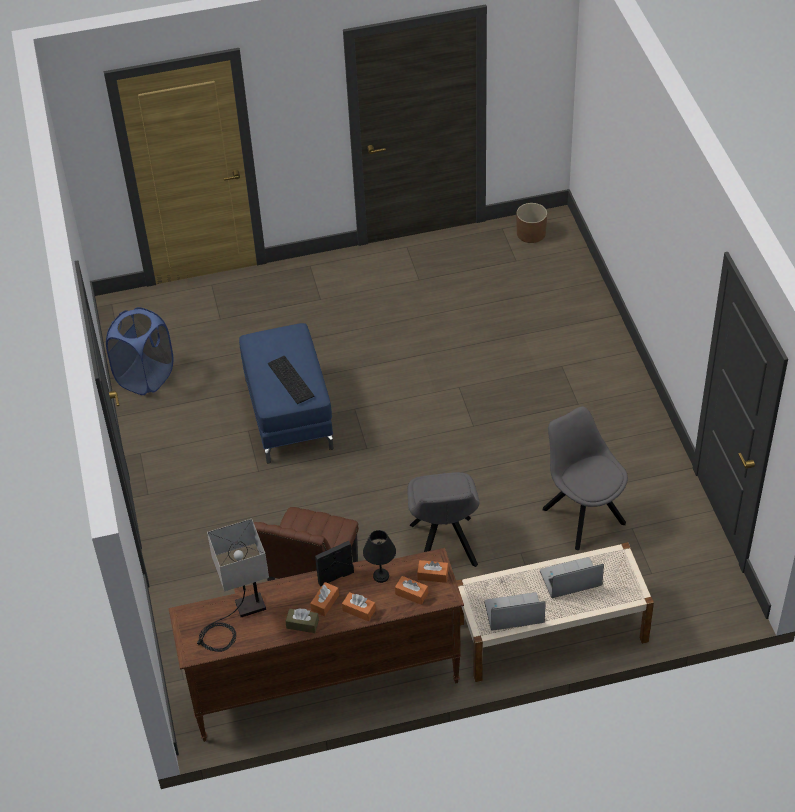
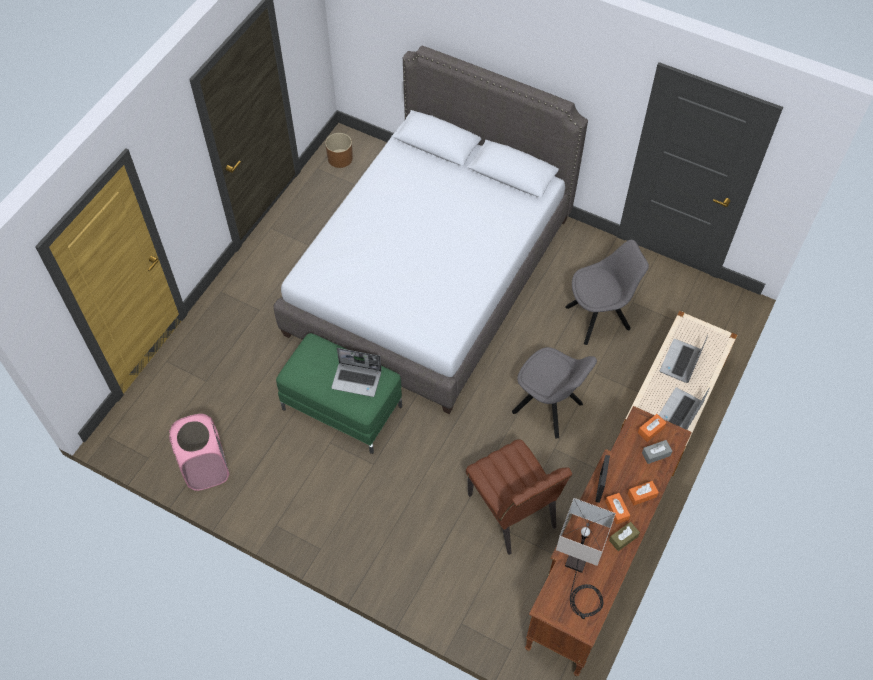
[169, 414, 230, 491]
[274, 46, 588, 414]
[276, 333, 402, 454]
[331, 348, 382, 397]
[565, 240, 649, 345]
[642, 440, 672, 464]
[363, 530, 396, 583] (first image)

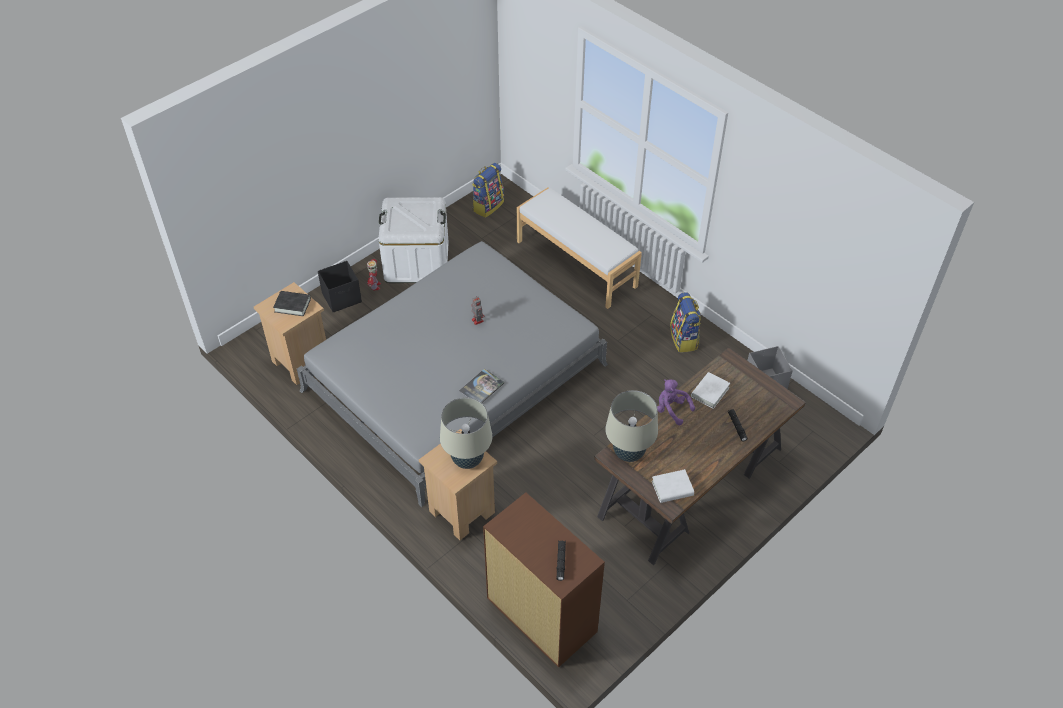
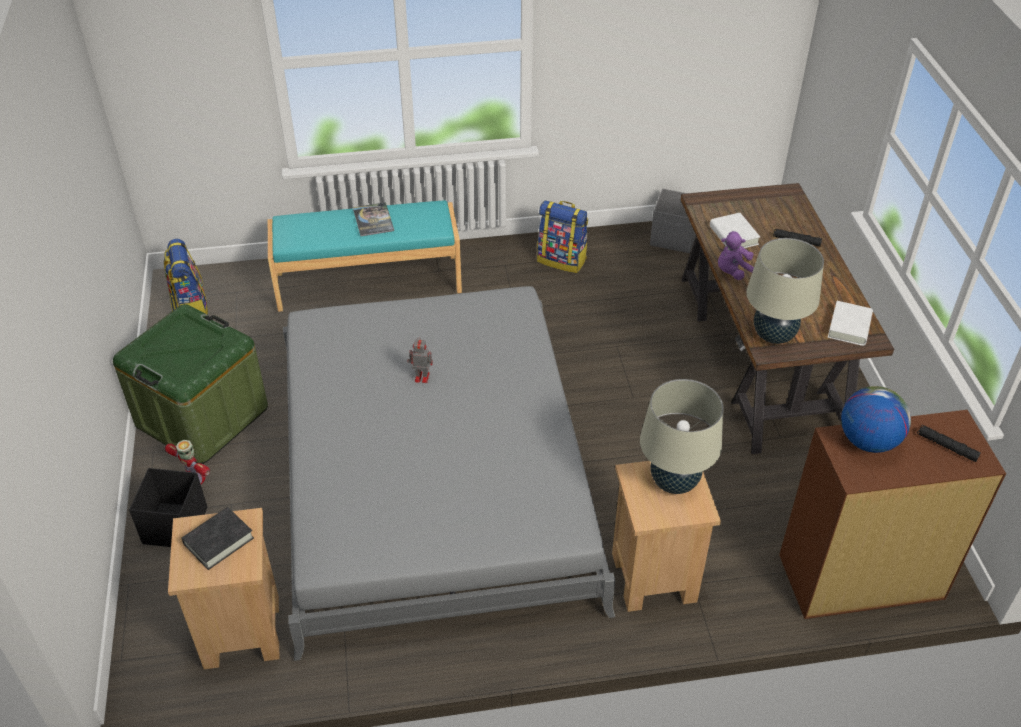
[113, 304, 268, 464]
[268, 200, 462, 312]
[353, 202, 394, 236]
[841, 386, 911, 453]

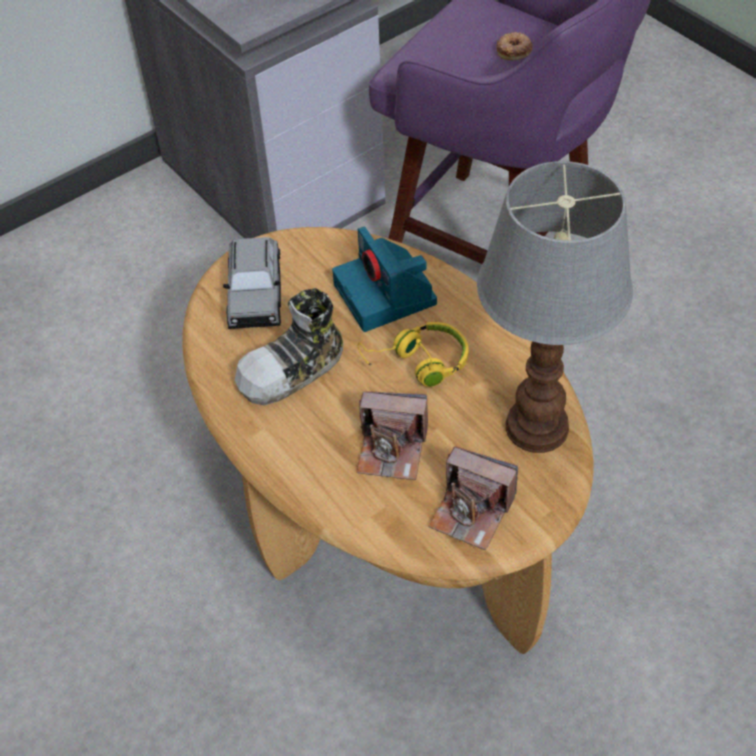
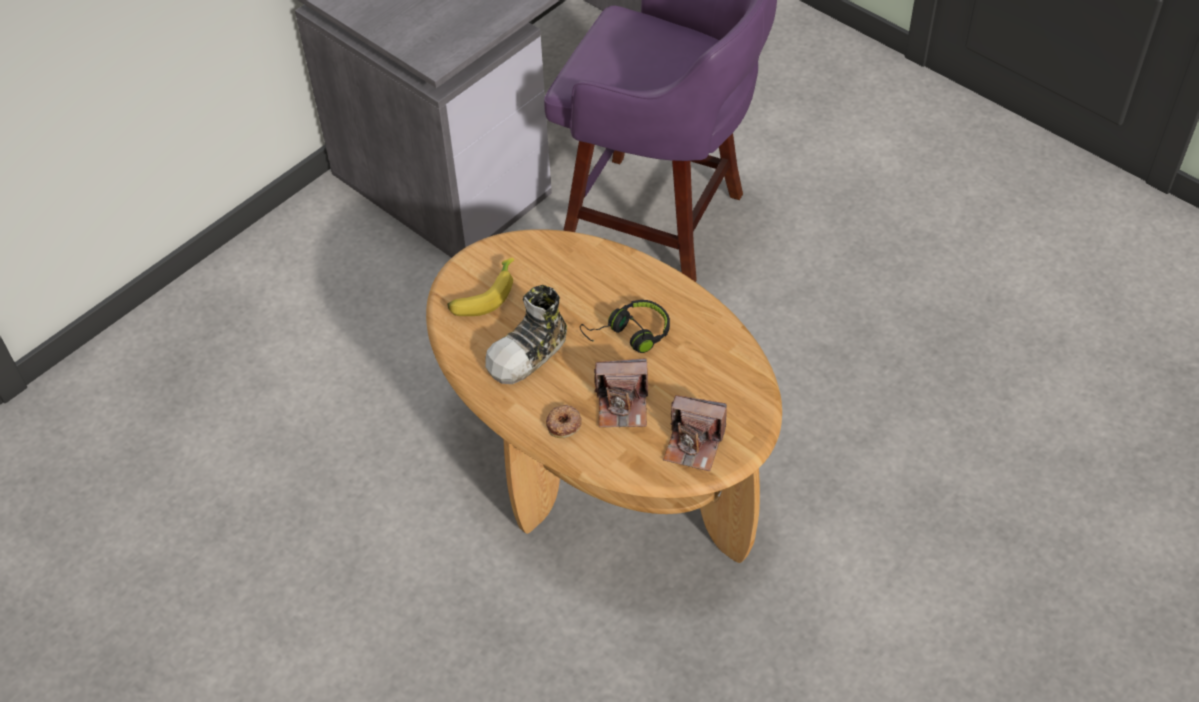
[447, 258, 514, 316]
[546, 405, 582, 438]
[580, 300, 670, 353]
[332, 226, 437, 332] (first image)
[477, 161, 633, 453] (first image)

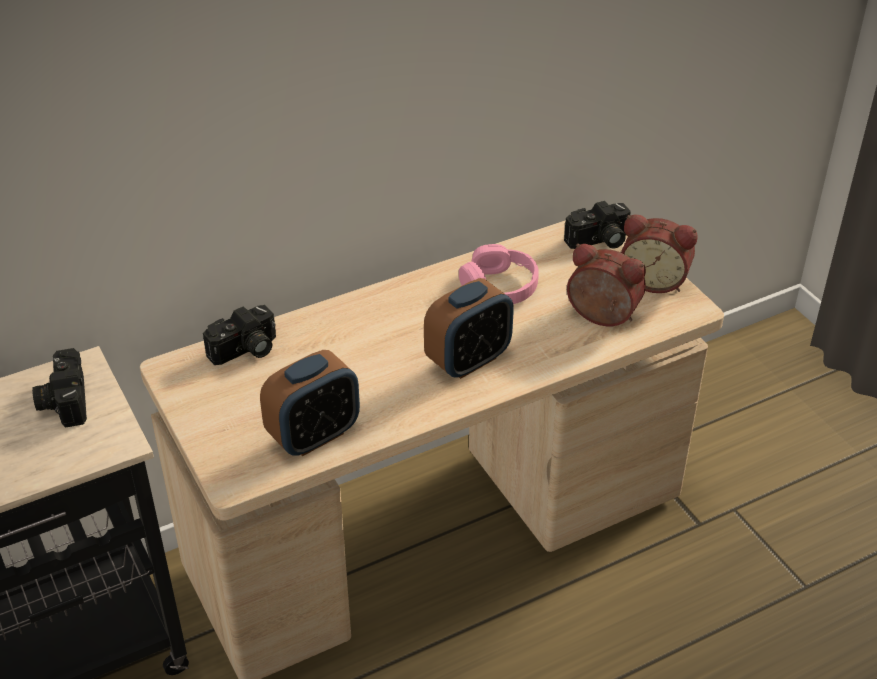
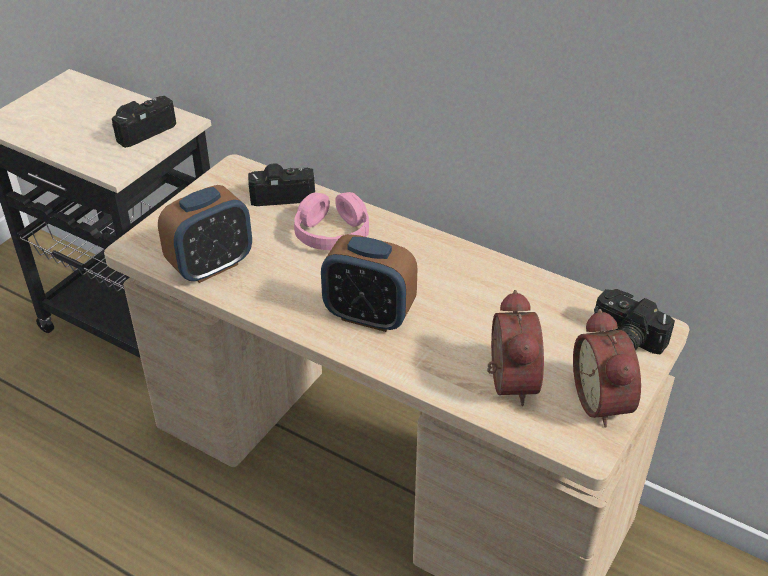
[158, 185, 252, 283]
[248, 163, 315, 206]
[294, 192, 369, 250]

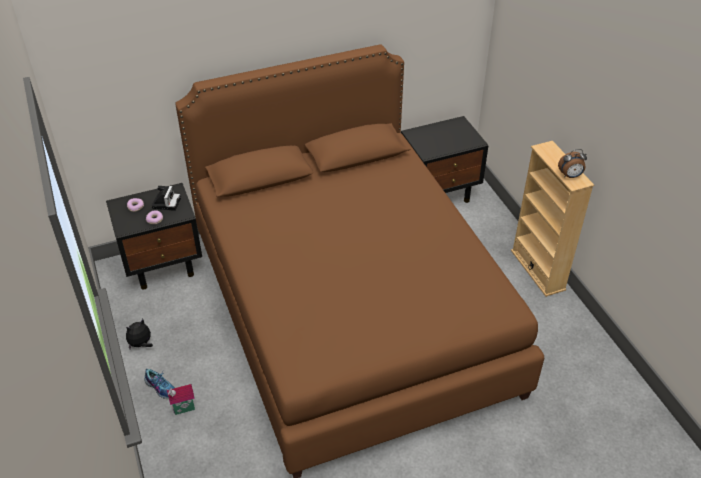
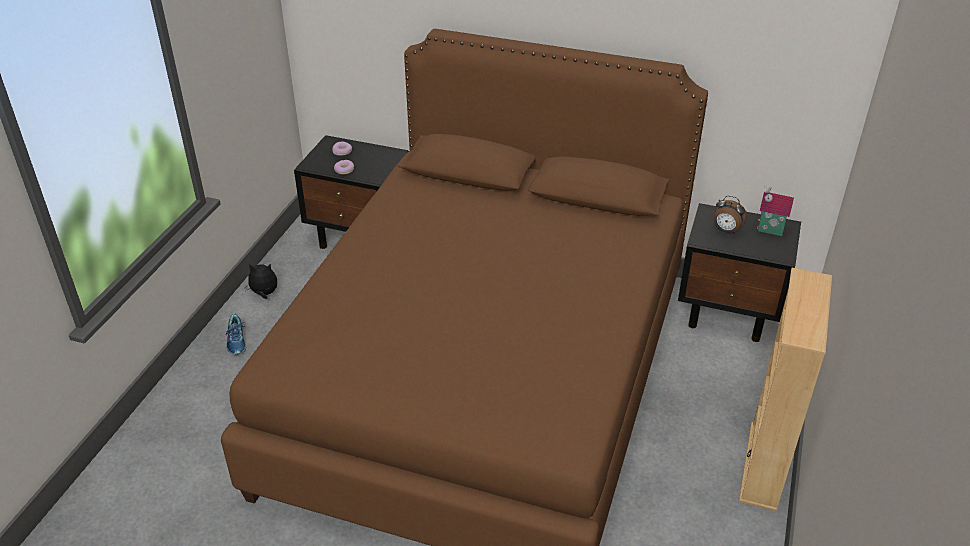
[714, 195, 747, 233]
[757, 186, 794, 236]
[152, 186, 181, 211] (first image)

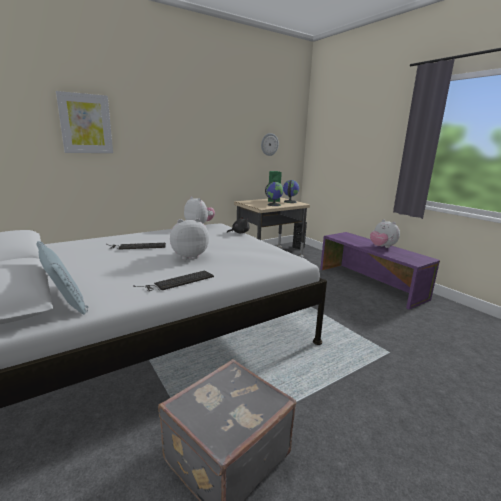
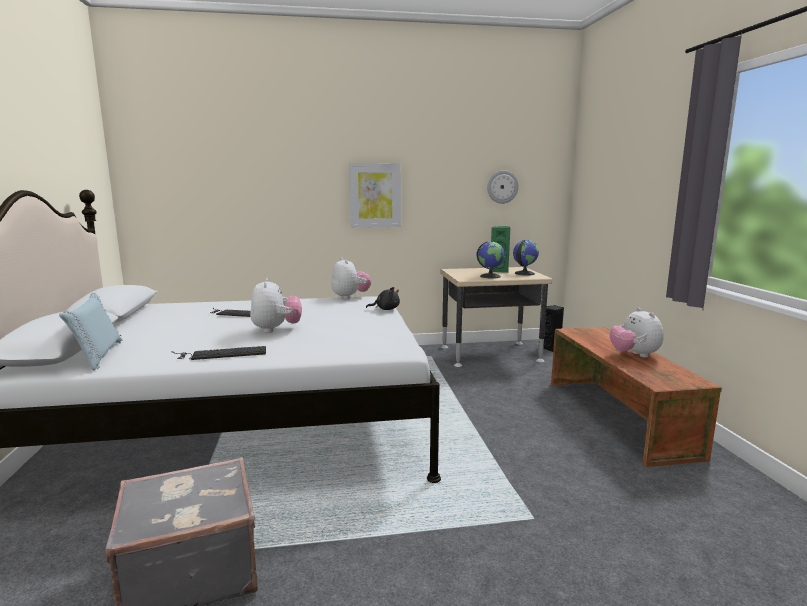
[250, 278, 302, 333]
[349, 163, 401, 228]
[551, 327, 722, 467]

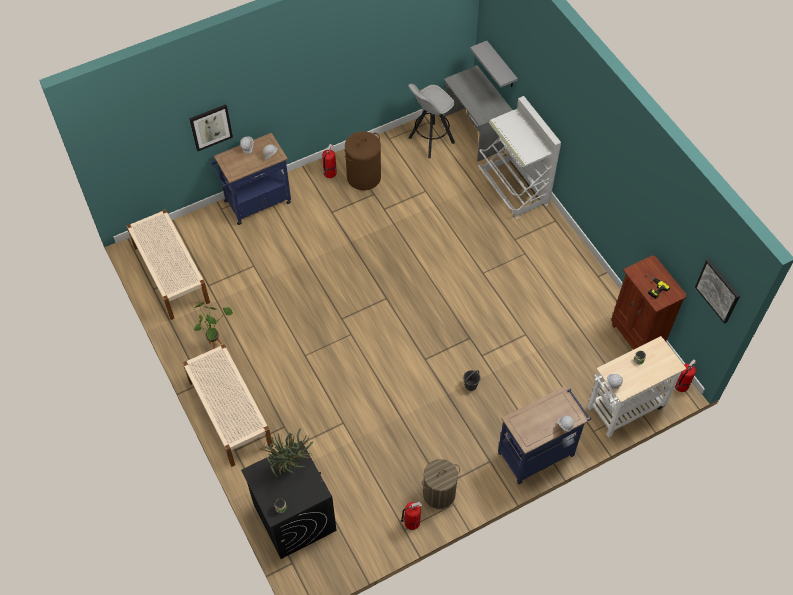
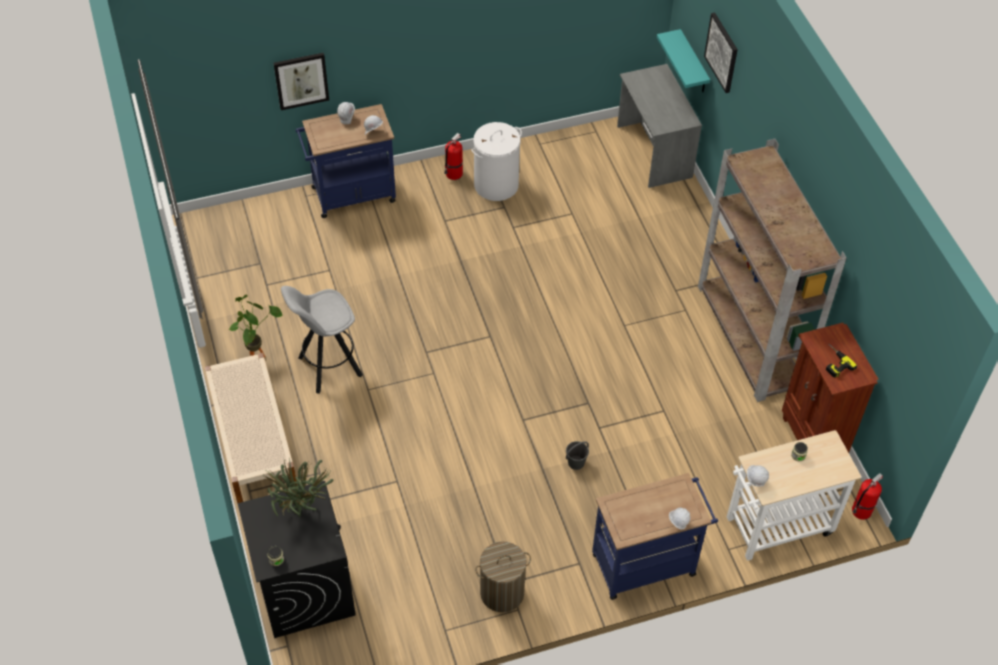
[281, 286, 363, 394]
[471, 122, 522, 201]
[657, 29, 710, 92]
[698, 139, 846, 402]
[704, 12, 737, 93]
[127, 209, 210, 320] (first image)
[401, 502, 422, 530] (first image)
[478, 96, 561, 219] (first image)

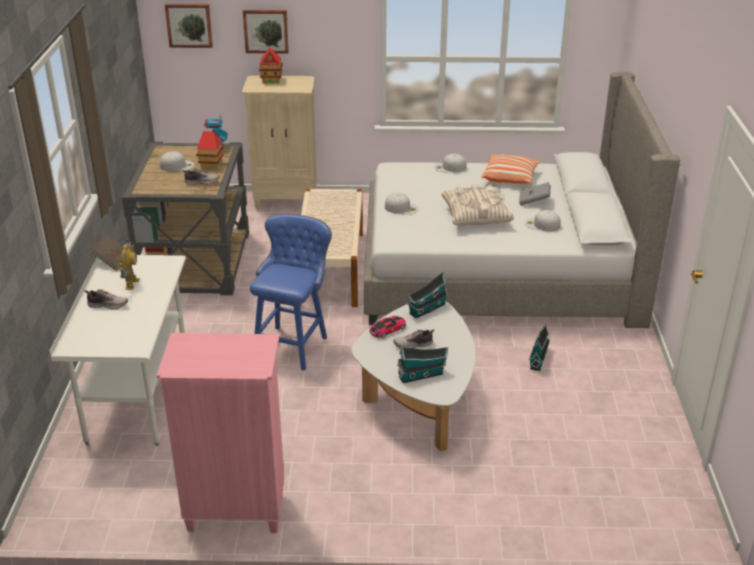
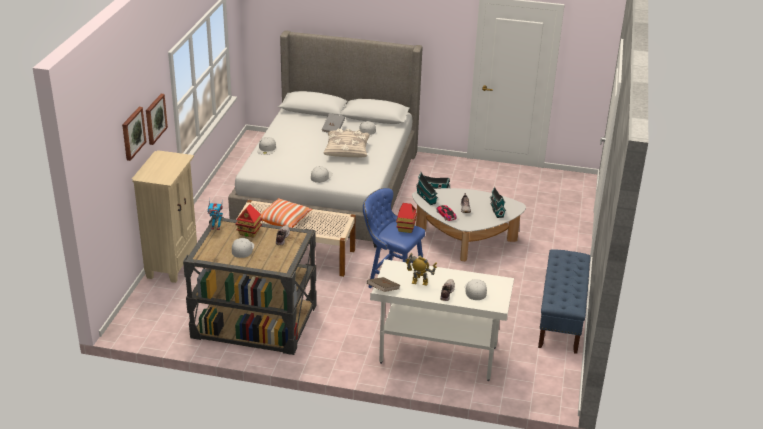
[146, 94, 168, 145]
[260, 198, 312, 228]
[396, 203, 417, 233]
[465, 279, 487, 300]
[538, 249, 590, 354]

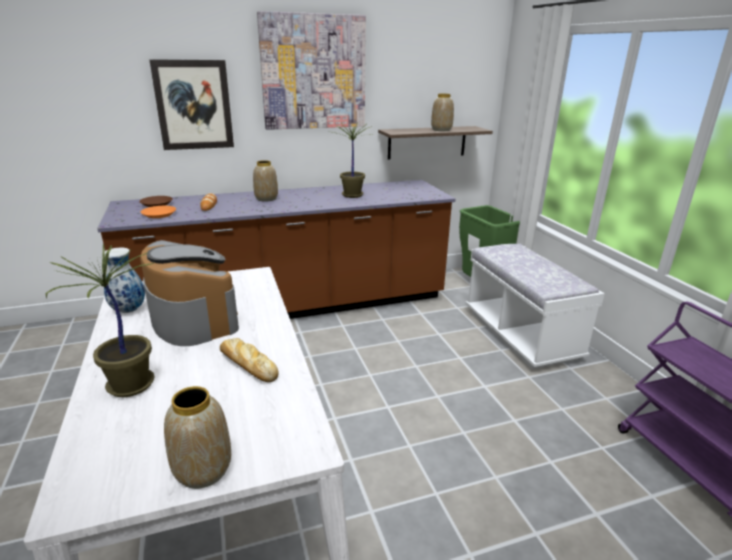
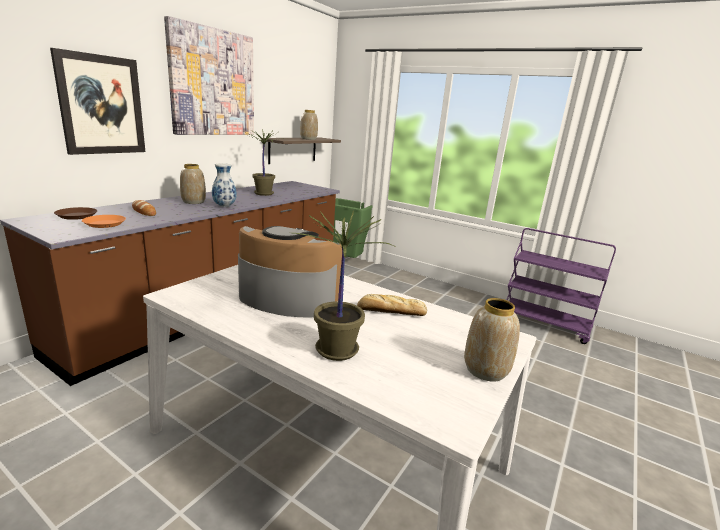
[212, 163, 237, 207]
[466, 244, 605, 369] (first image)

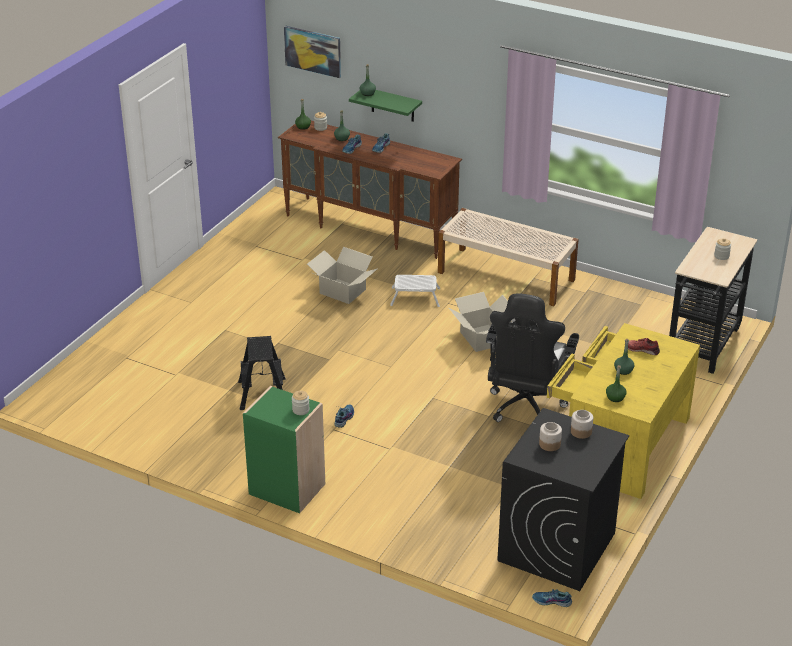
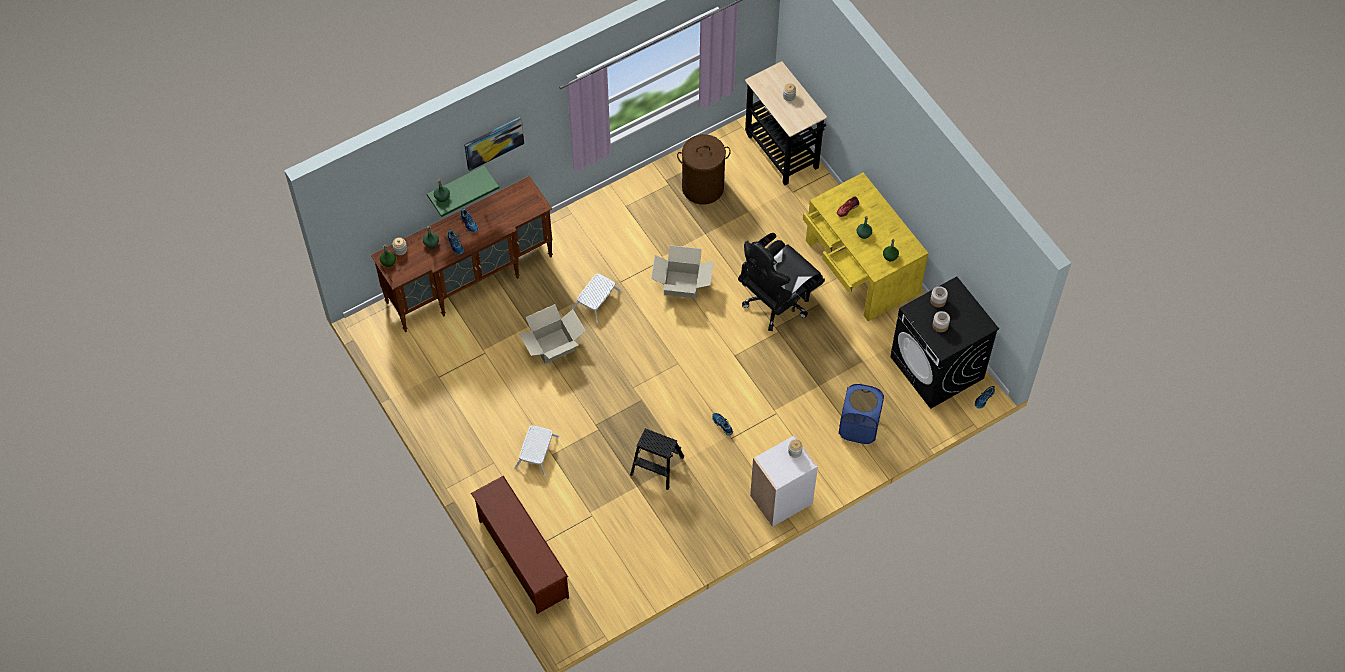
[464, 117, 524, 171]
[471, 476, 569, 614]
[514, 425, 559, 476]
[677, 134, 731, 205]
[738, 233, 825, 331]
[750, 435, 818, 527]
[839, 384, 884, 444]
[438, 208, 579, 307] (first image)

